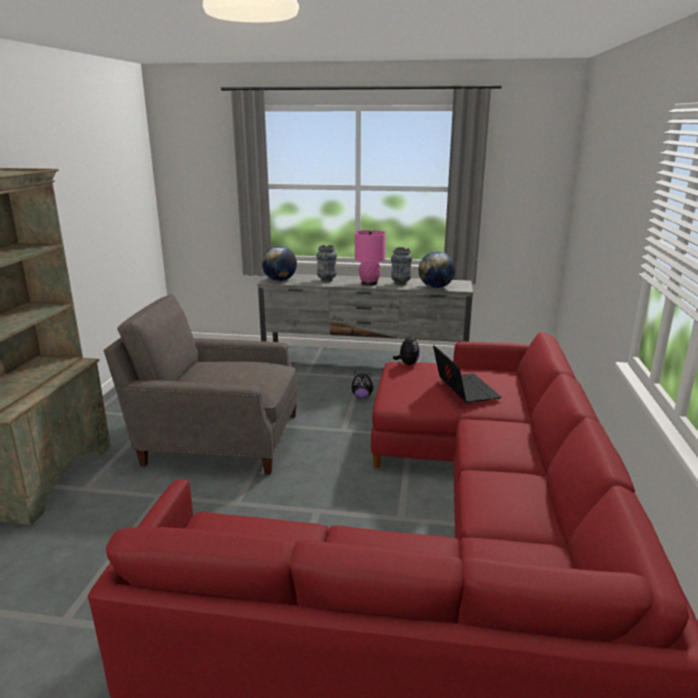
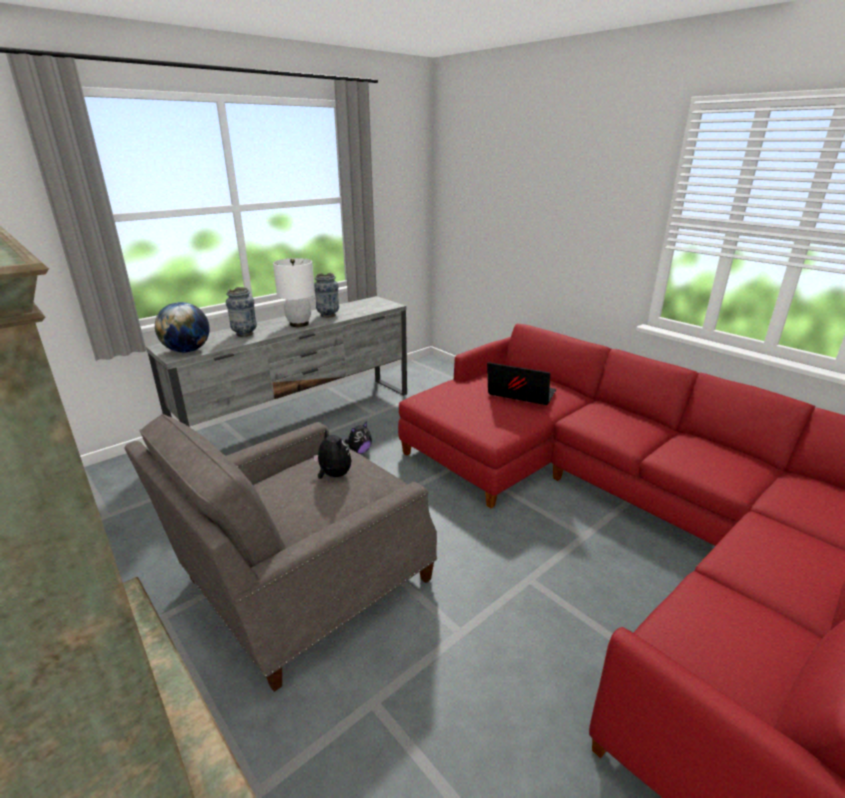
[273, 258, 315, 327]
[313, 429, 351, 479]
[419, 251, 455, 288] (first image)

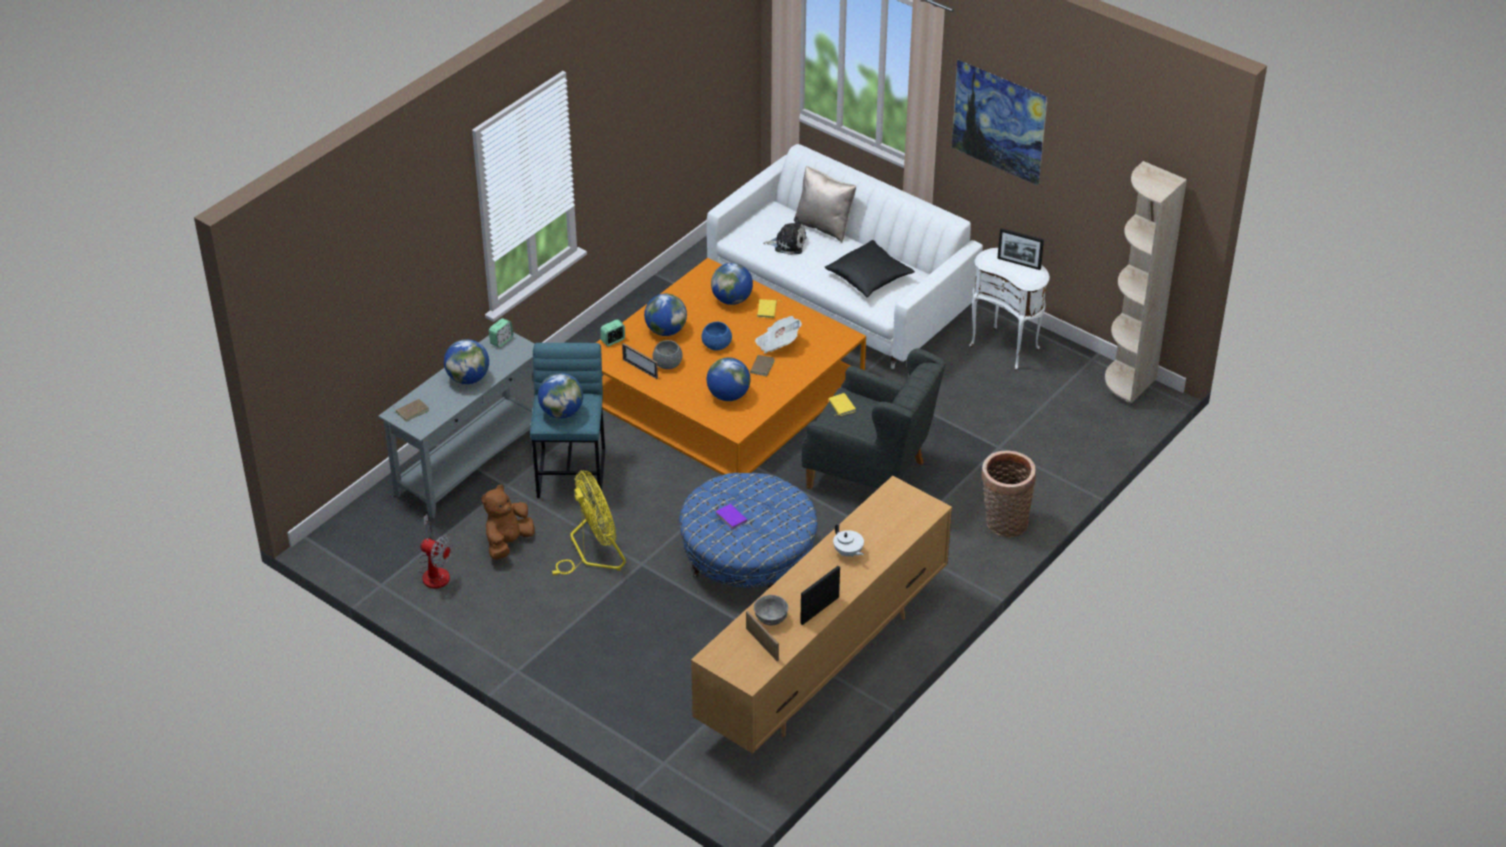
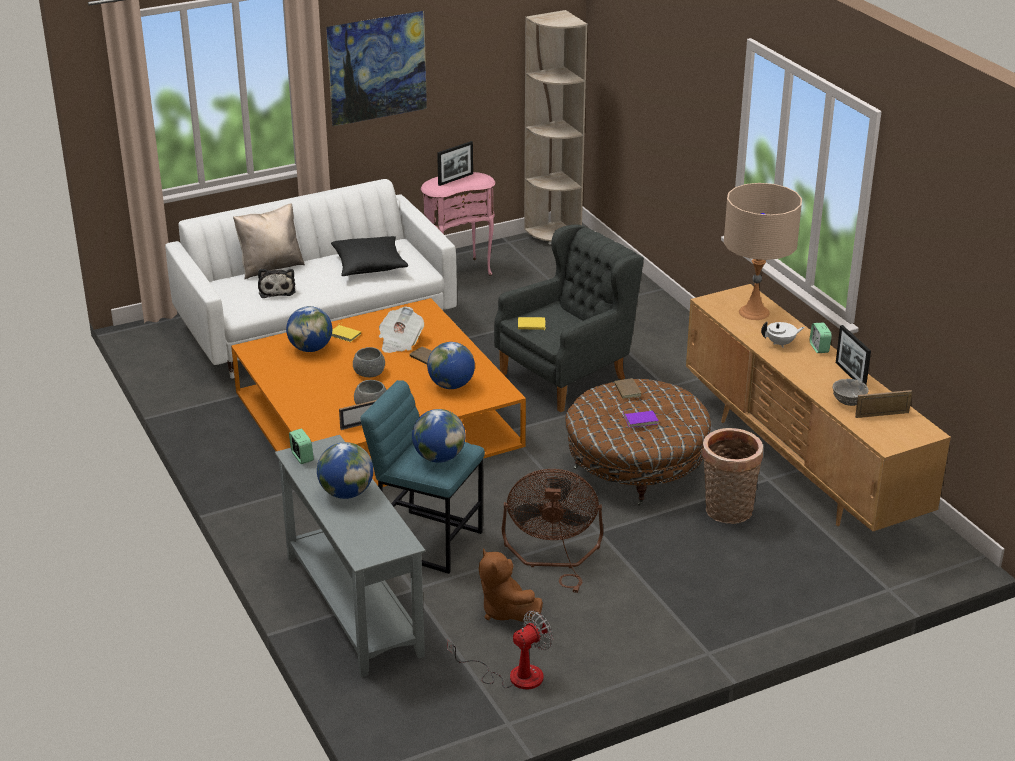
[258, 269, 296, 298]
[353, 347, 385, 377]
[421, 172, 495, 276]
[502, 469, 603, 593]
[566, 379, 711, 506]
[614, 378, 641, 399]
[702, 428, 763, 524]
[724, 183, 802, 320]
[809, 323, 832, 353]
[644, 294, 687, 336] (first image)

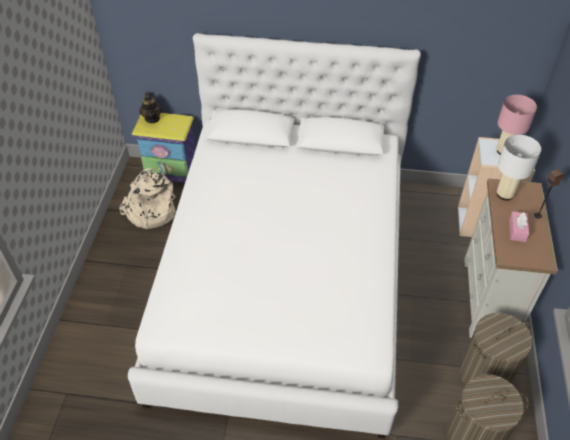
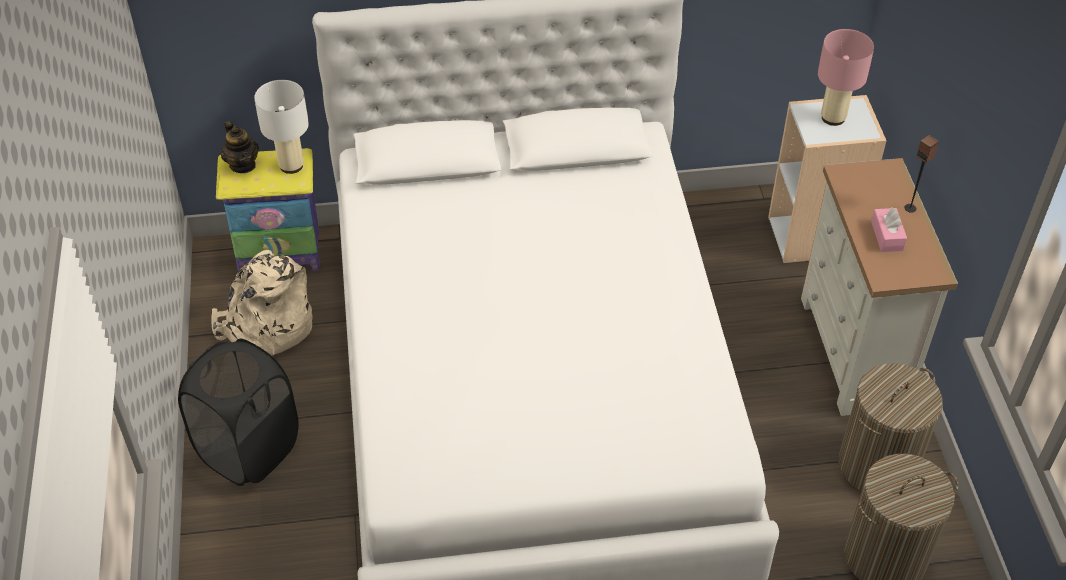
[178, 339, 299, 486]
[254, 80, 309, 174]

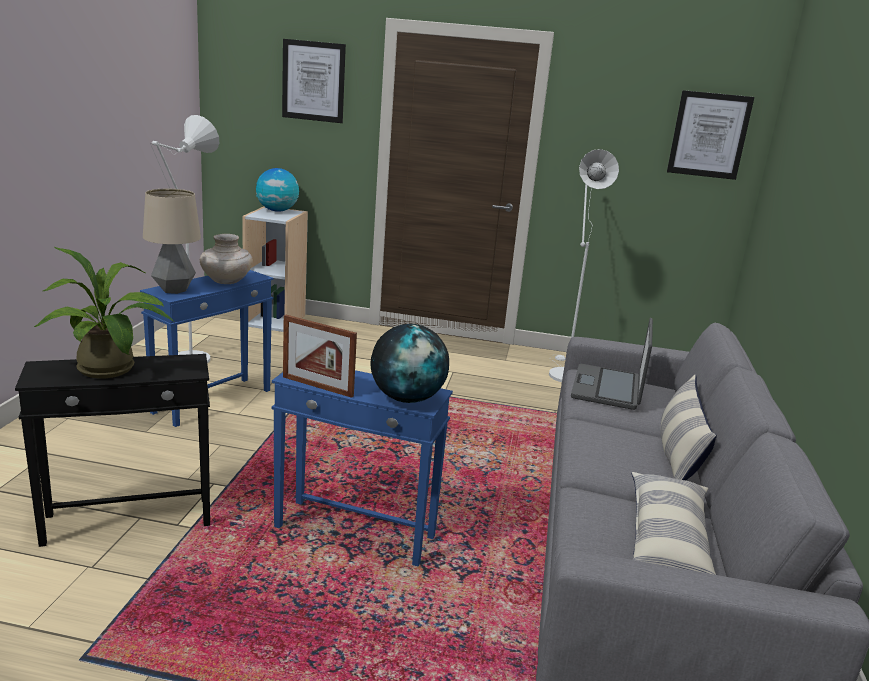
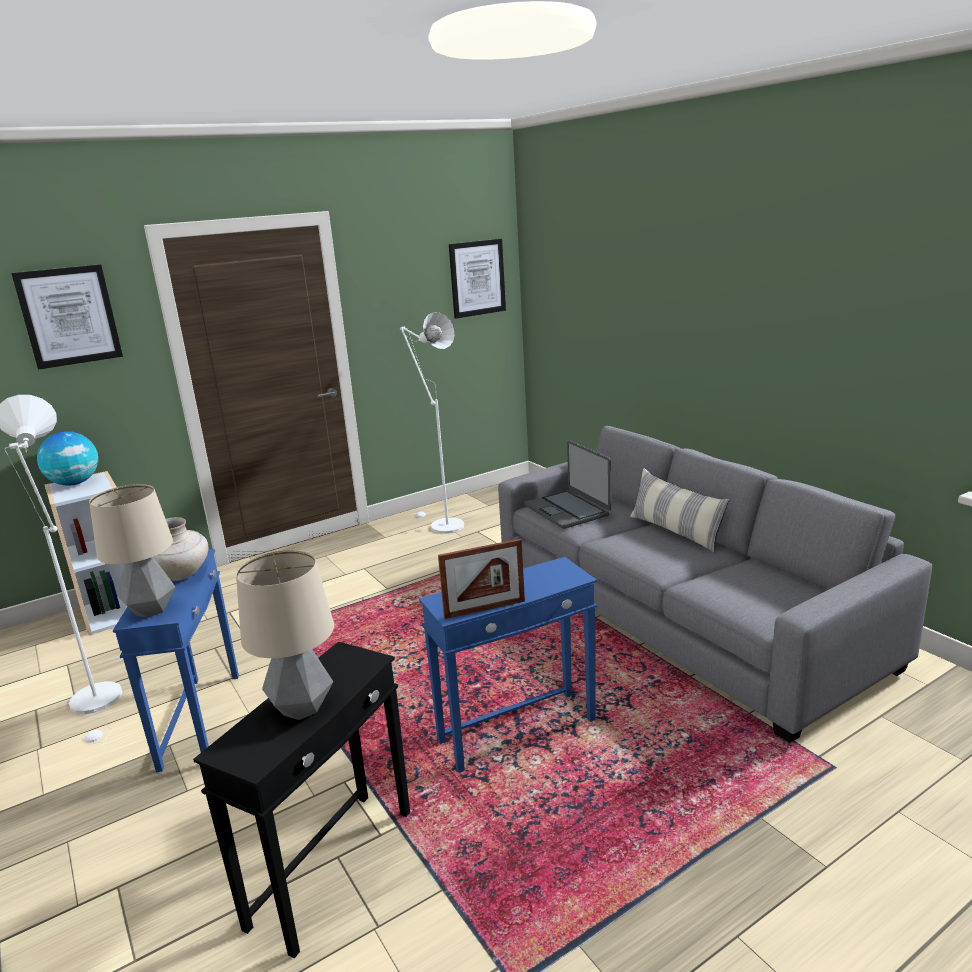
[236, 550, 334, 720]
[371, 324, 449, 403] (first image)
[632, 472, 716, 575] (first image)

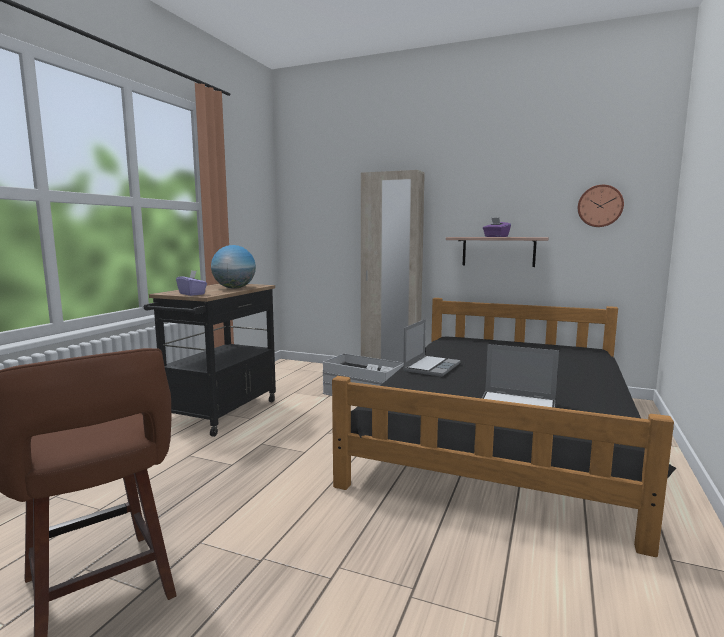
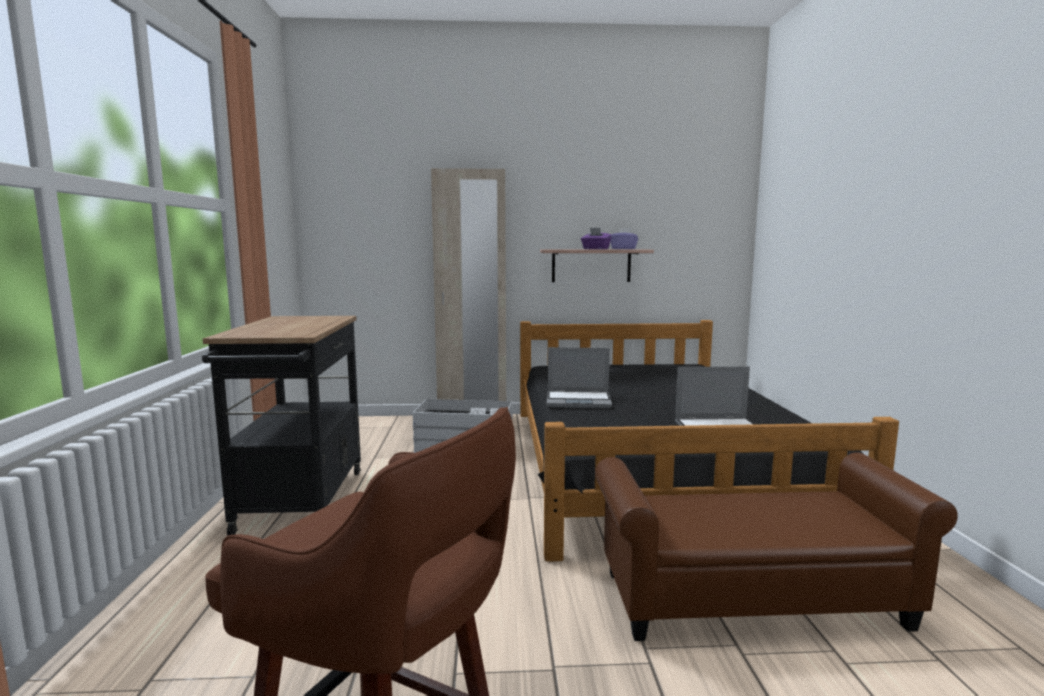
[547, 347, 612, 408]
[595, 452, 958, 641]
[611, 228, 638, 249]
[211, 245, 256, 289] (first image)
[578, 185, 624, 227] (first image)

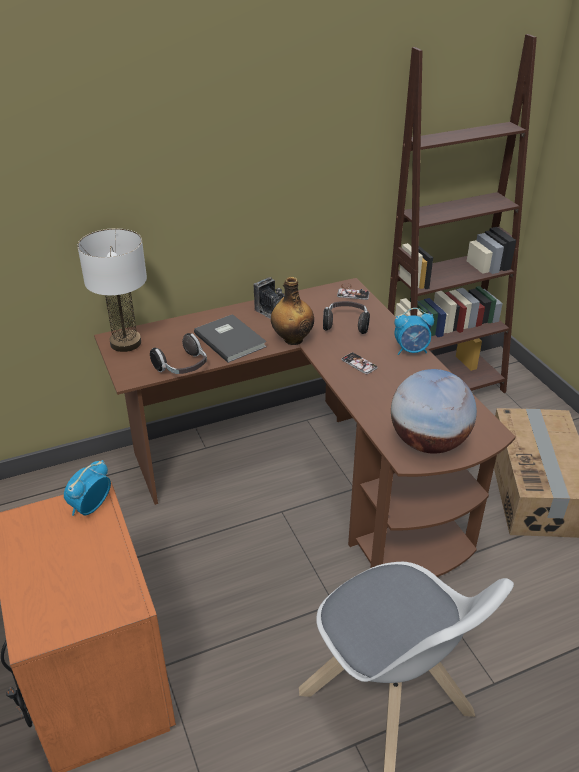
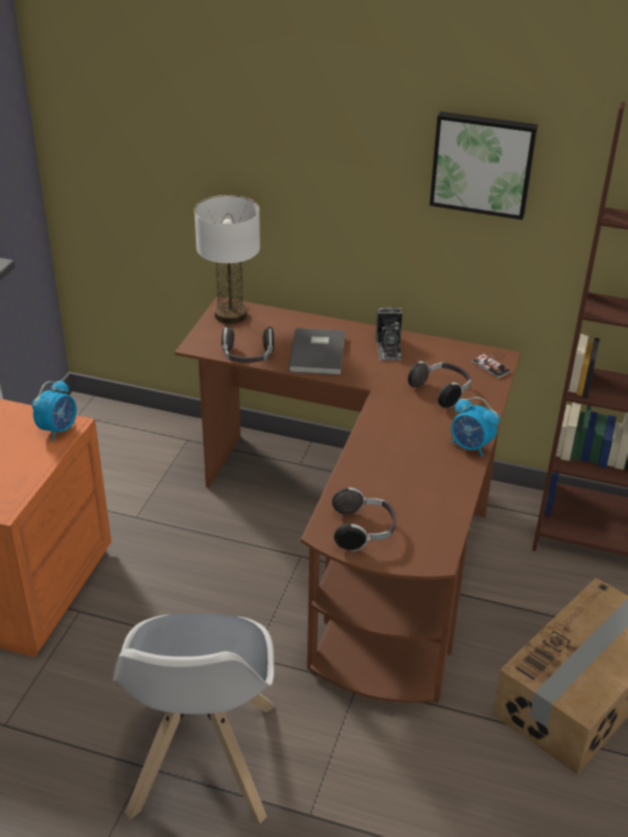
[32, 380, 77, 441]
[332, 487, 396, 552]
[430, 111, 538, 220]
[271, 277, 314, 345] (first image)
[341, 352, 378, 374] (first image)

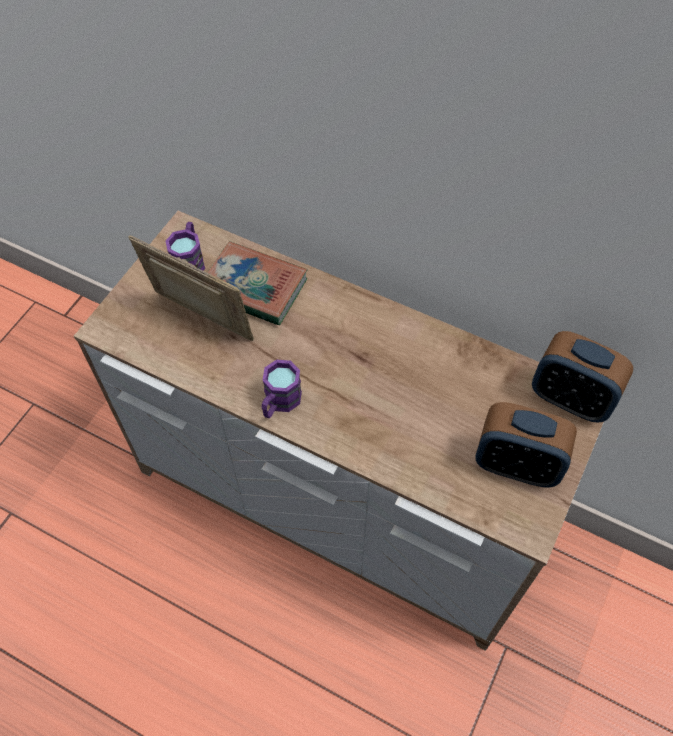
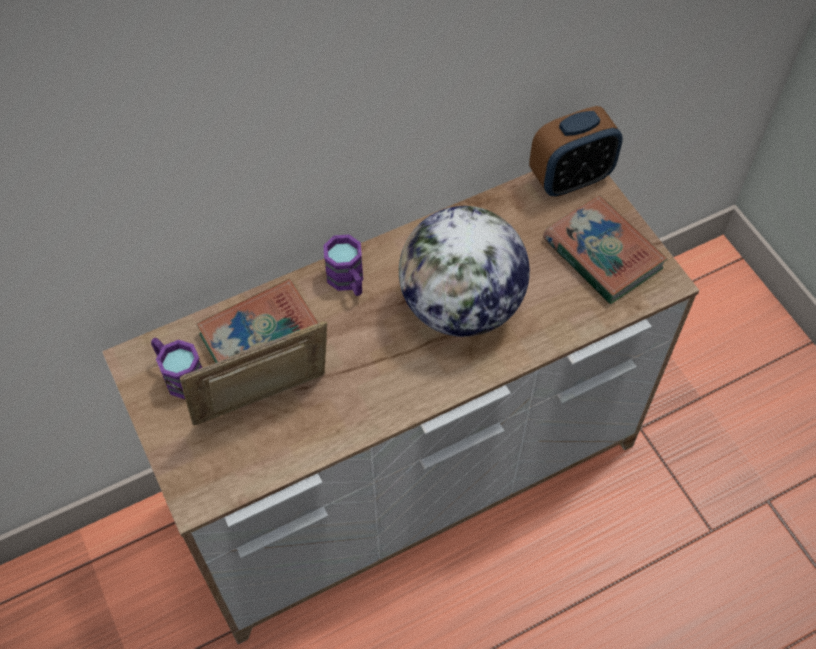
[323, 234, 363, 296]
[399, 206, 530, 337]
[543, 195, 668, 304]

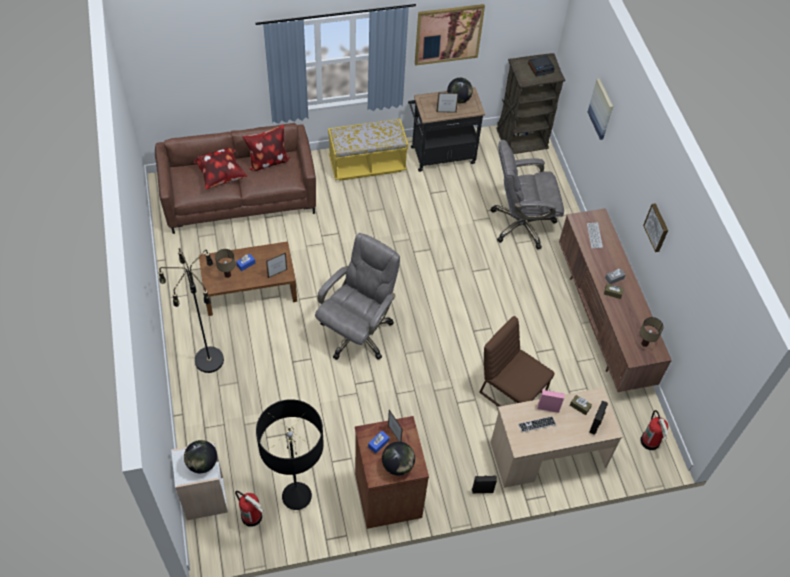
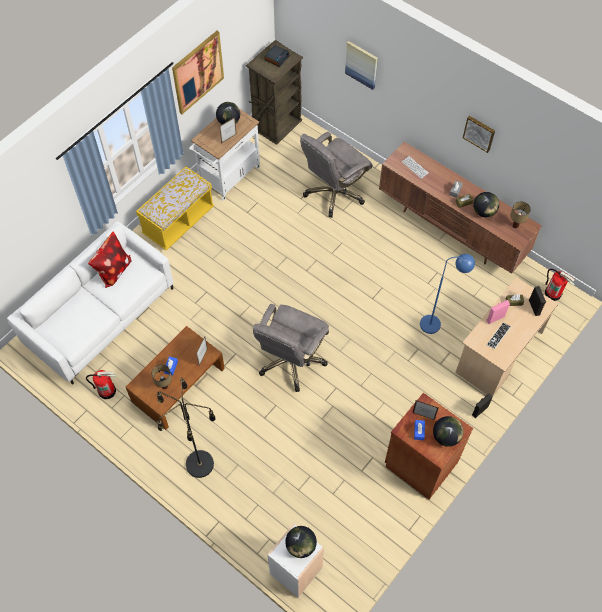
[7, 221, 174, 385]
[86, 370, 116, 399]
[189, 109, 260, 201]
[253, 304, 329, 392]
[420, 254, 475, 334]
[473, 192, 499, 217]
[193, 147, 247, 189] (first image)
[256, 399, 324, 510] (first image)

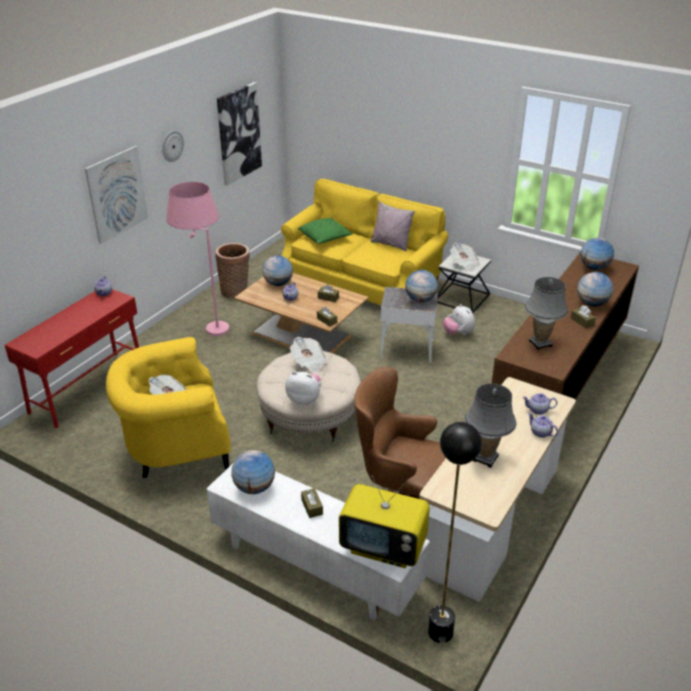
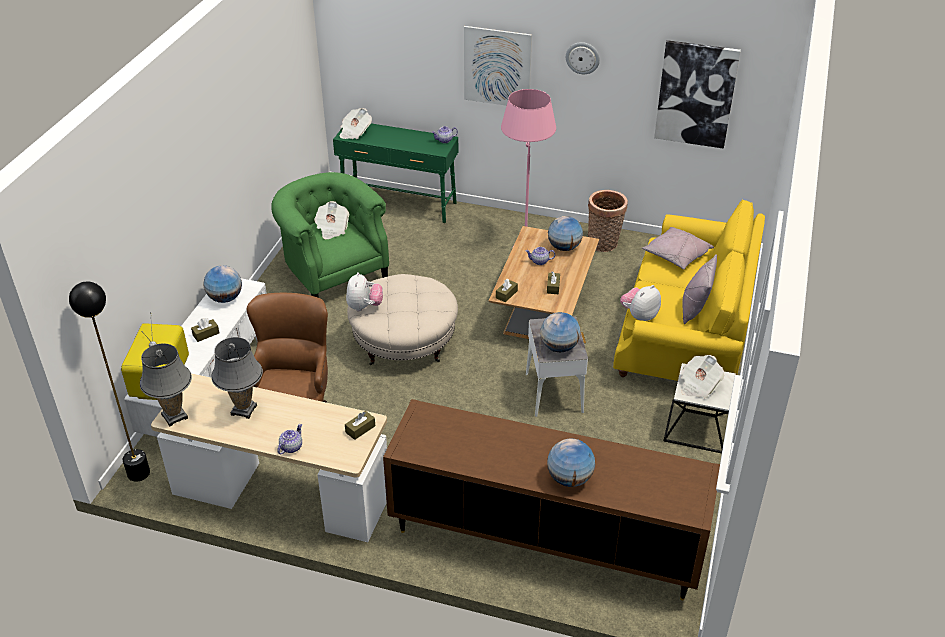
[140, 343, 192, 426]
[271, 172, 389, 297]
[333, 124, 458, 223]
[340, 108, 372, 139]
[345, 411, 375, 440]
[620, 285, 661, 321]
[642, 227, 714, 270]
[523, 393, 557, 415] (first image)
[580, 237, 614, 270] (first image)

